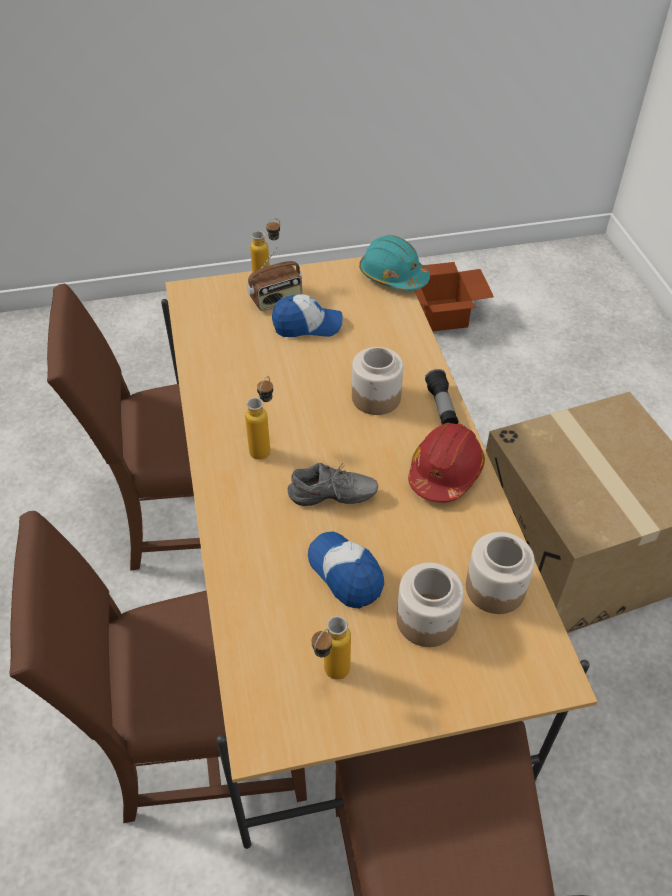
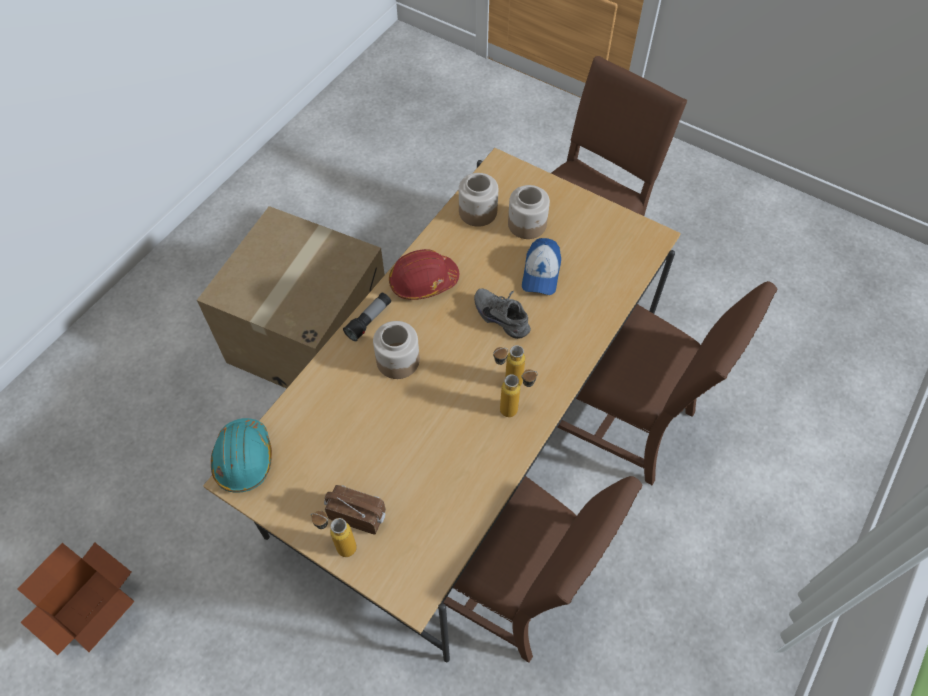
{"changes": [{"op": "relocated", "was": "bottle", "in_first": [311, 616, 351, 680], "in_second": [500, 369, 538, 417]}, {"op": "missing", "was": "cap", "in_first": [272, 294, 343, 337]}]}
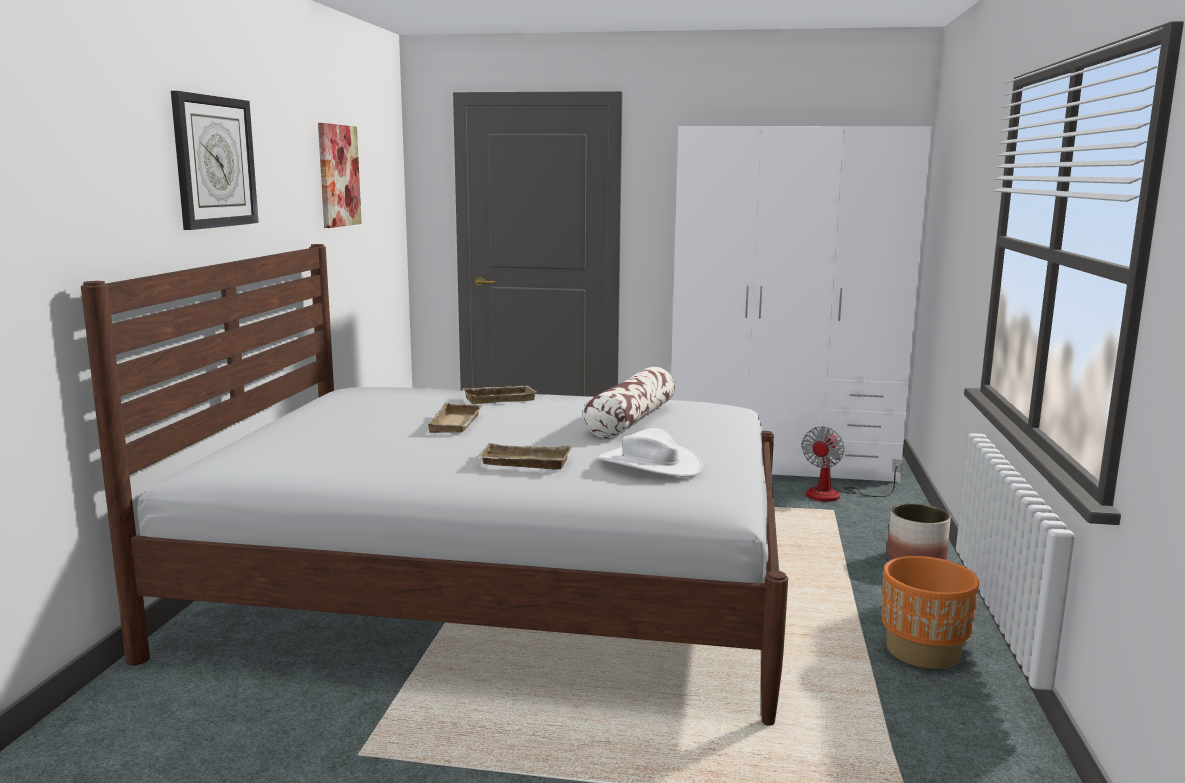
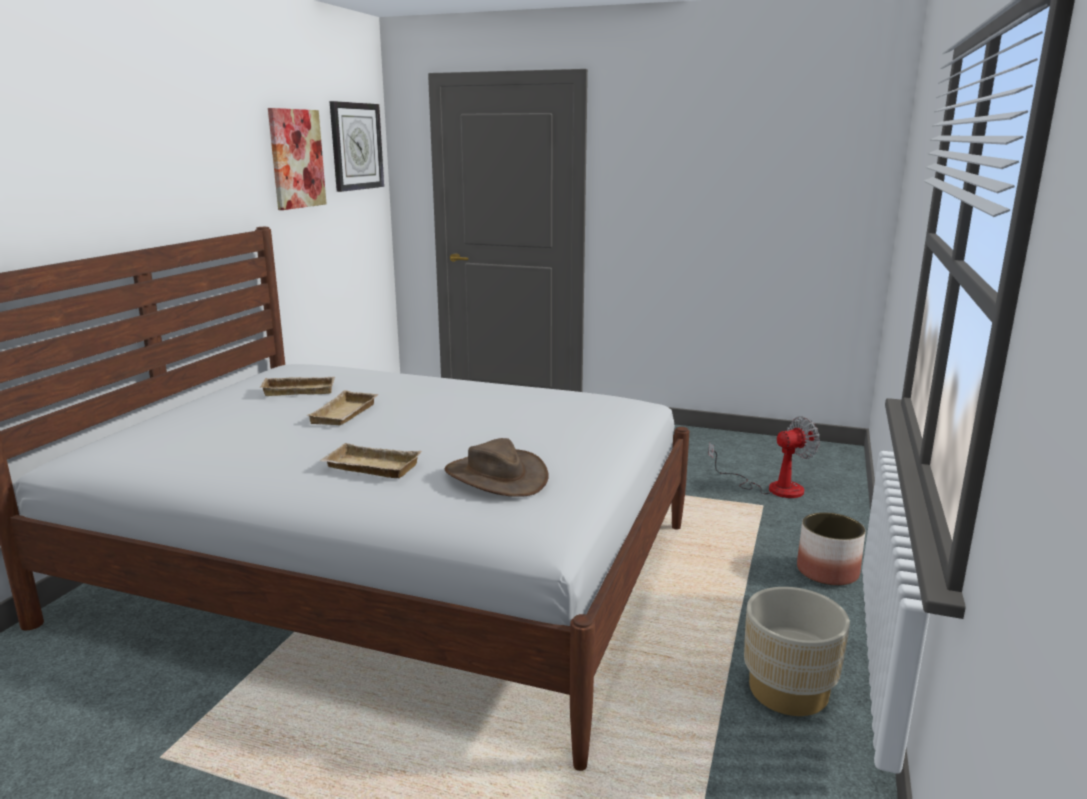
{"changes": [{"op": "relocated", "was": "sand-coloured serving tray", "in_first": [462, 386, 536, 404], "in_second": [260, 377, 335, 396]}, {"op": "relocated", "was": "wall clock", "in_first": [171, 91, 259, 230], "in_second": [330, 101, 384, 192]}, {"op": "colour", "was": "white clothing hat", "now": "brown clothing hat", "in_first": [599, 428, 703, 477], "in_second": [445, 438, 549, 497]}, {"op": "spun", "was": "cooling fan", "in_first": [801, 426, 902, 502], "in_second": [708, 416, 820, 498], "clockwise": -150}, {"op": "colour", "was": "orange plant pot", "now": "sand-coloured plant pot", "in_first": [881, 556, 979, 669], "in_second": [744, 587, 850, 716]}, {"op": "missing", "was": "cushion", "in_first": [583, 367, 675, 438]}, {"op": "missing", "was": "white armoire", "in_first": [671, 126, 932, 482]}]}
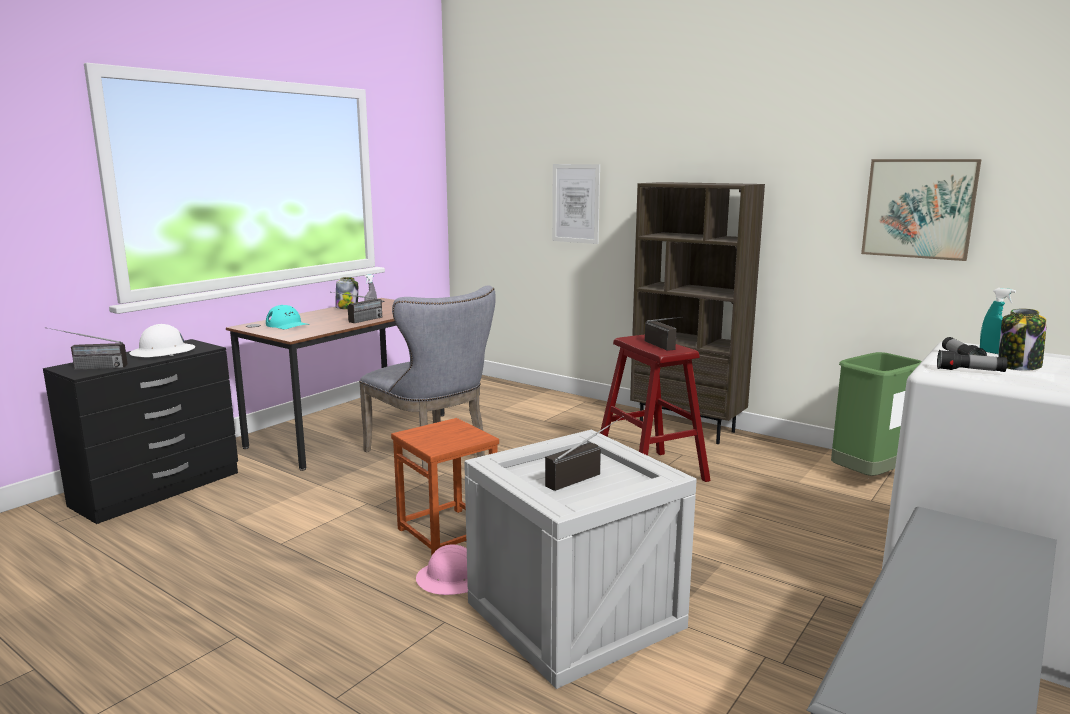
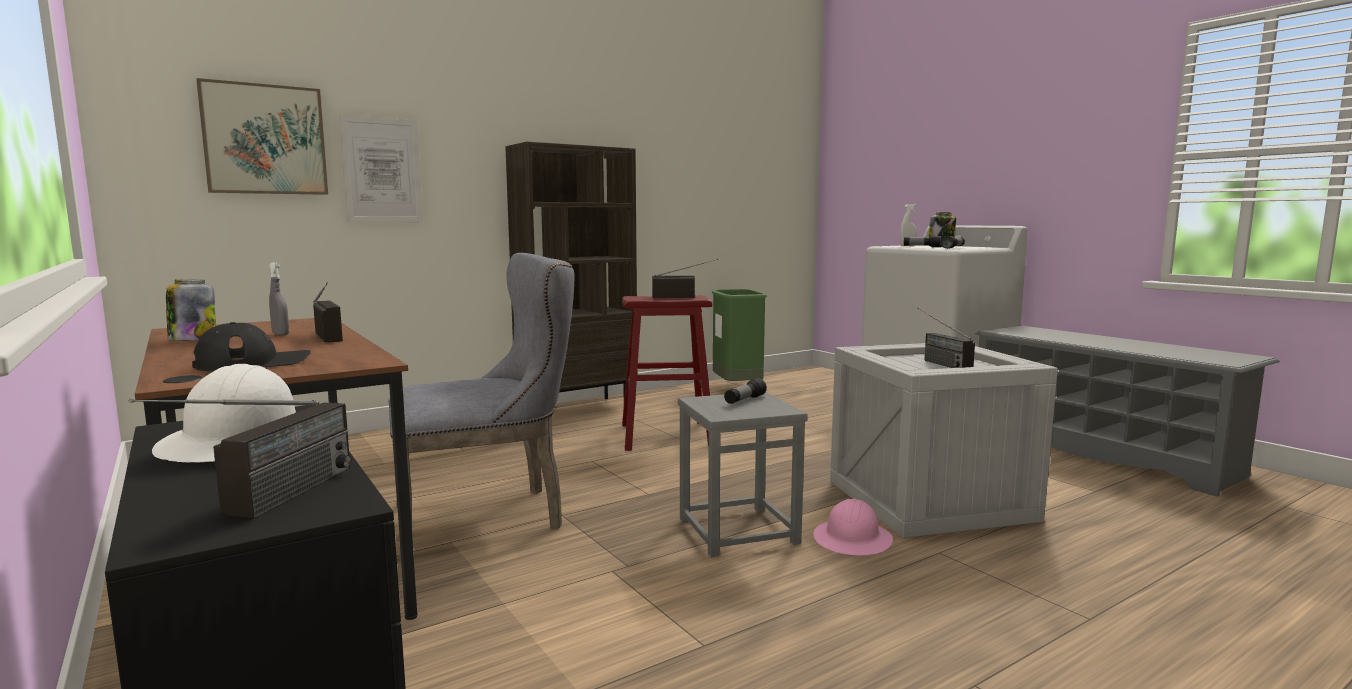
{"changes": [{"op": "colour", "was": "turquoise cap", "now": "blackish cap", "in_first": [266, 305, 310, 329], "in_second": [192, 322, 311, 371]}, {"op": "relocated", "was": "wall picture", "in_first": [861, 159, 981, 261], "in_second": [196, 78, 328, 195]}, {"op": "colour", "was": "brown sitting stool", "now": "grey sitting stool", "in_first": [391, 418, 499, 556], "in_second": [678, 392, 808, 557]}, {"op": "appeared", "now": "torch", "in_second": [724, 378, 767, 404]}, {"op": "colour", "was": "turquoise hand sprayer", "now": "white hand sprayer", "in_first": [980, 288, 1016, 354], "in_second": [900, 204, 917, 246]}]}
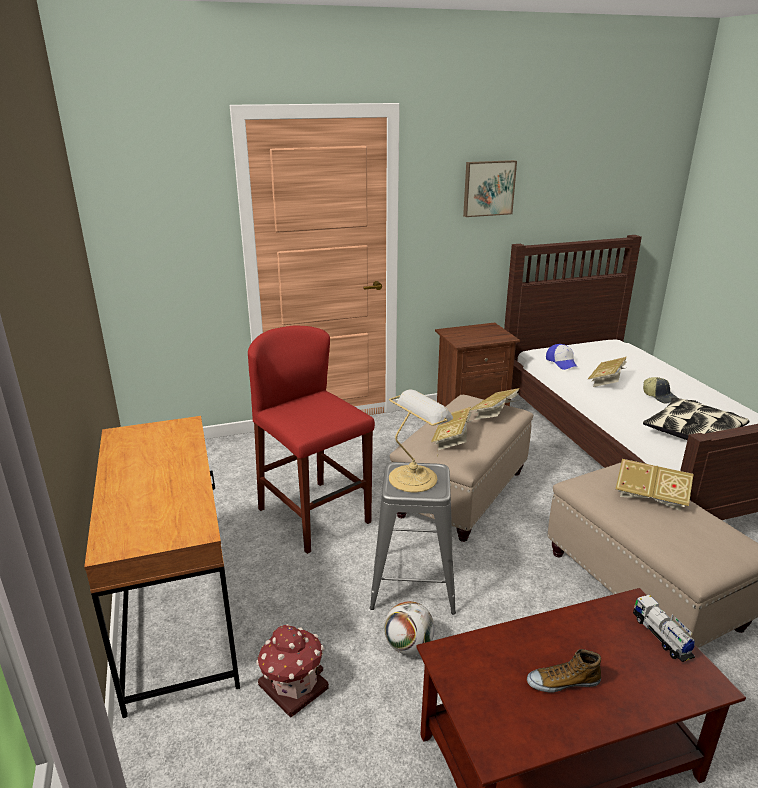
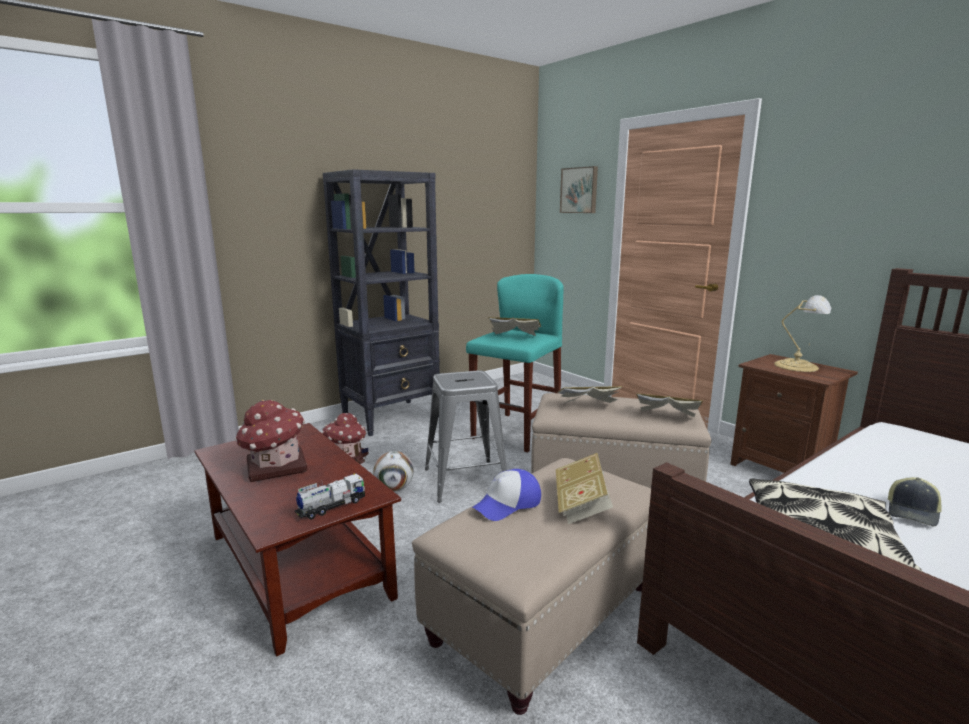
{"changes": [{"op": "exchanged", "was": "low shoe", "now": "toy house", "in_first": [527, 649, 601, 693], "in_second": [235, 400, 307, 482]}, {"op": "exchanged", "was": "brown desk unit", "now": "blackish bookcase", "in_first": [84, 416, 240, 718], "in_second": [323, 169, 440, 436]}, {"op": "colour", "was": "reddish sitting stool", "now": "turquoise sitting stool", "in_first": [248, 326, 375, 554], "in_second": [466, 274, 564, 453]}, {"op": "relocated", "was": "cap", "in_first": [546, 344, 578, 370], "in_second": [472, 469, 541, 521]}, {"op": "relocated", "was": "volume", "in_first": [588, 357, 627, 387], "in_second": [488, 317, 541, 336]}, {"op": "relocated", "was": "wall picture", "in_first": [463, 160, 517, 217], "in_second": [560, 166, 598, 213]}, {"op": "relocated", "was": "tabletop lamp", "in_first": [389, 389, 453, 492], "in_second": [774, 295, 831, 372]}]}
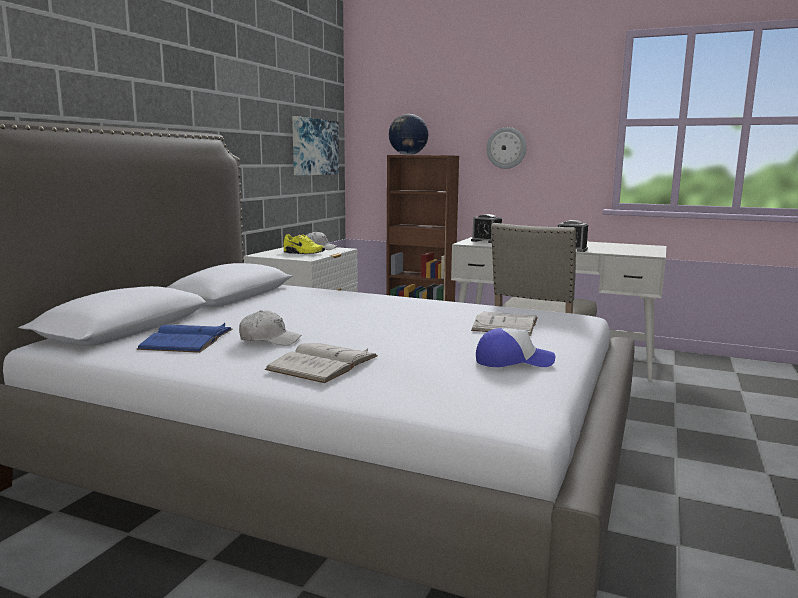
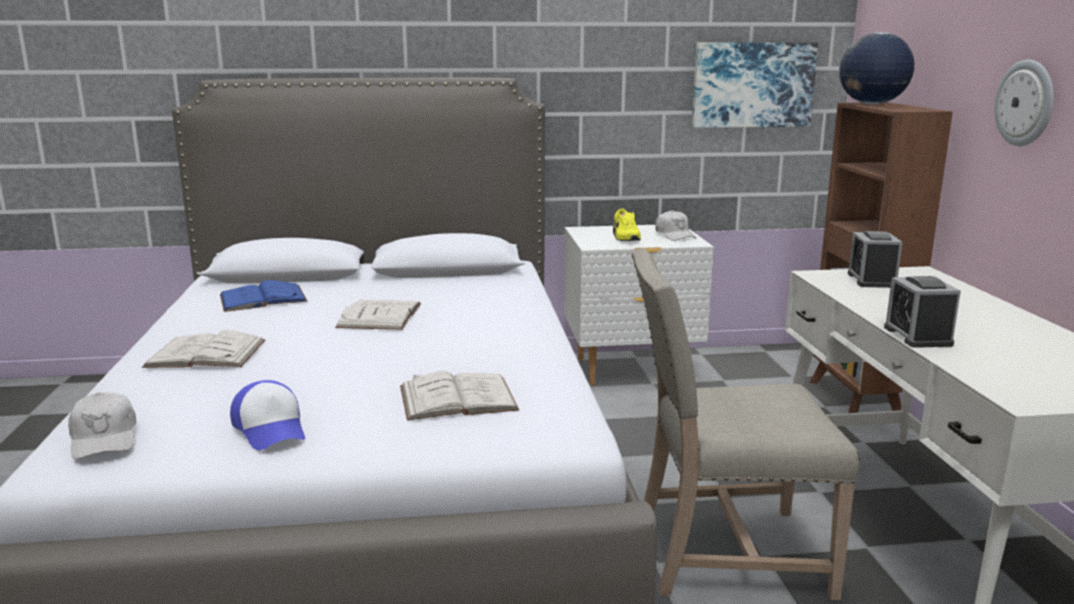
{"changes": [{"op": "relocated", "was": "white cap", "in_first": [239, 310, 301, 346], "in_second": [68, 392, 136, 459]}, {"op": "appeared", "now": "white volume", "in_second": [335, 300, 421, 330]}]}
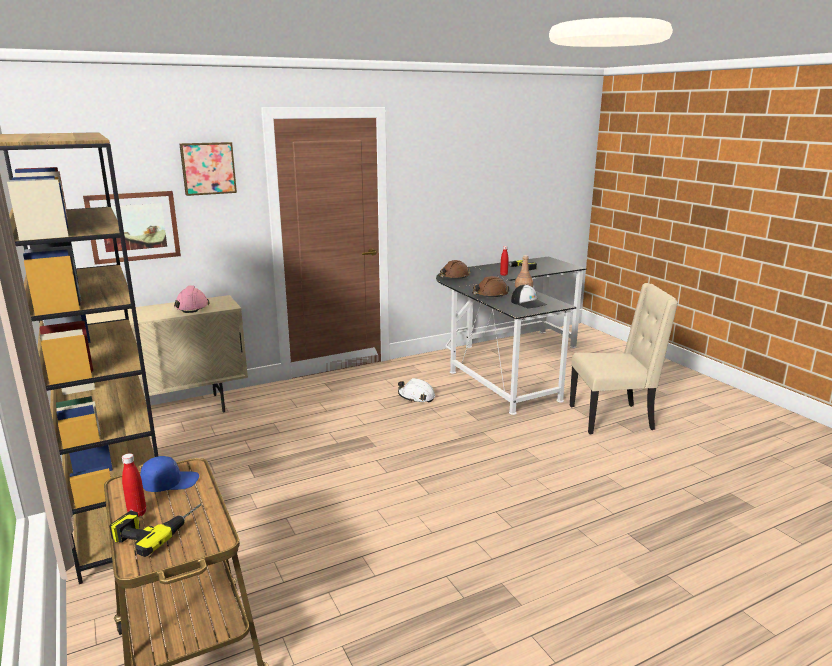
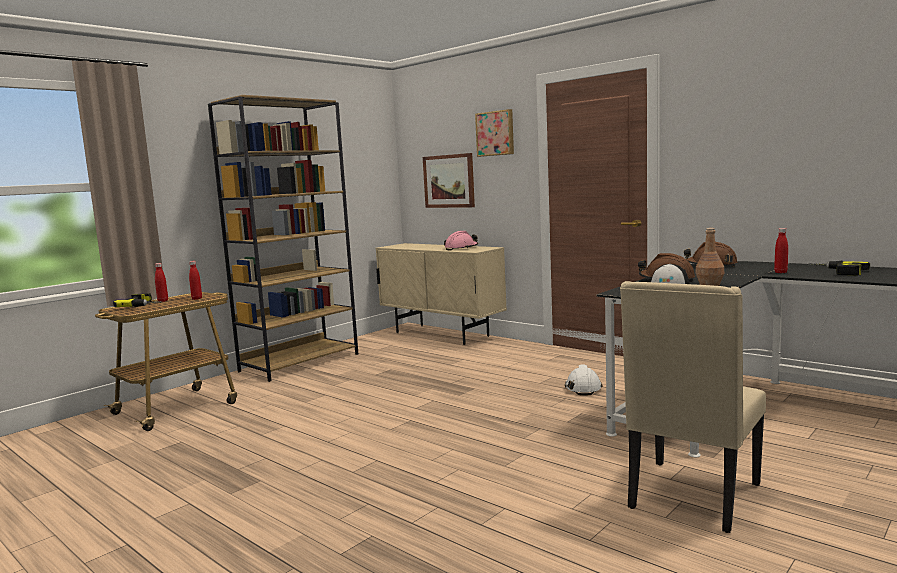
{"changes": [{"op": "exchanged", "was": "blue-coloured cap", "now": "reddish bottle", "in_first": [140, 456, 199, 492], "in_second": [189, 261, 202, 300]}, {"op": "spun", "was": "sand-coloured plain chair", "in_first": [570, 283, 678, 434], "in_second": [620, 281, 766, 533], "clockwise": 60}]}
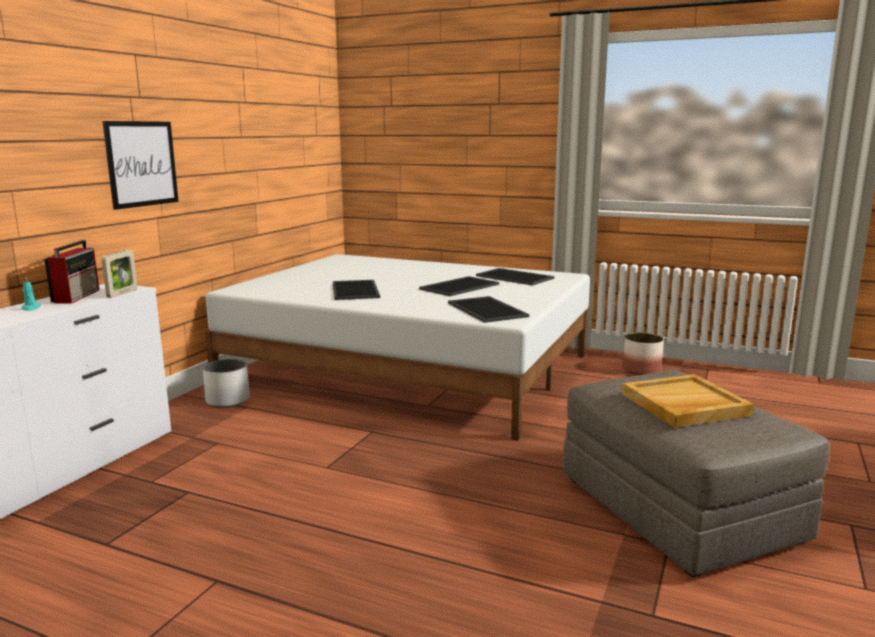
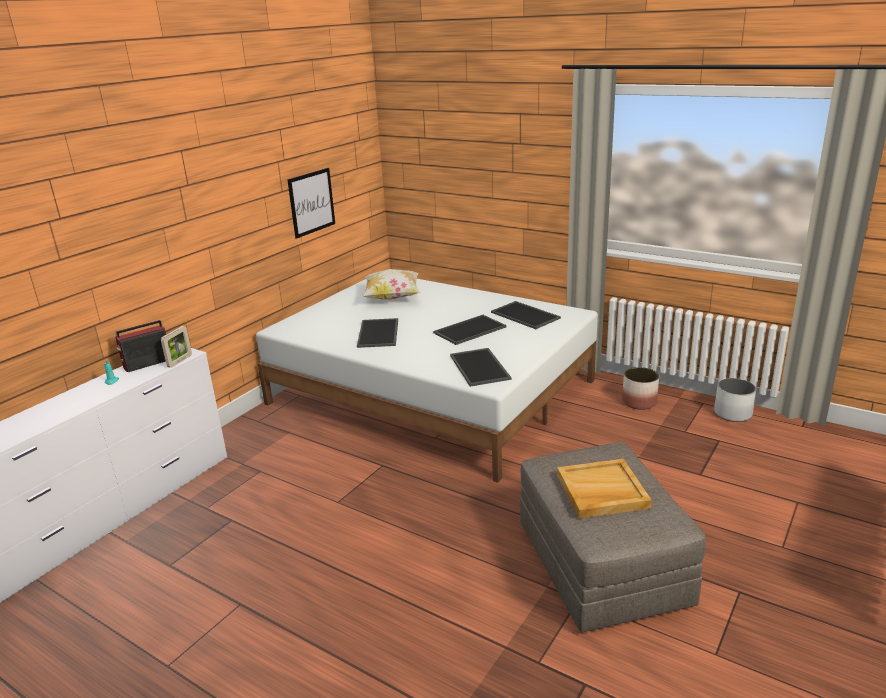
{"changes": [{"op": "spun", "was": "radio set", "in_first": [44, 240, 99, 304], "in_second": [115, 320, 166, 372], "clockwise": -135}, {"op": "relocated", "was": "wall picture", "in_first": [102, 121, 179, 210], "in_second": [287, 168, 335, 239]}, {"op": "appeared", "now": "cushion", "in_second": [362, 269, 420, 300]}, {"op": "relocated", "was": "white plant pot", "in_first": [203, 359, 250, 408], "in_second": [714, 378, 756, 422]}]}
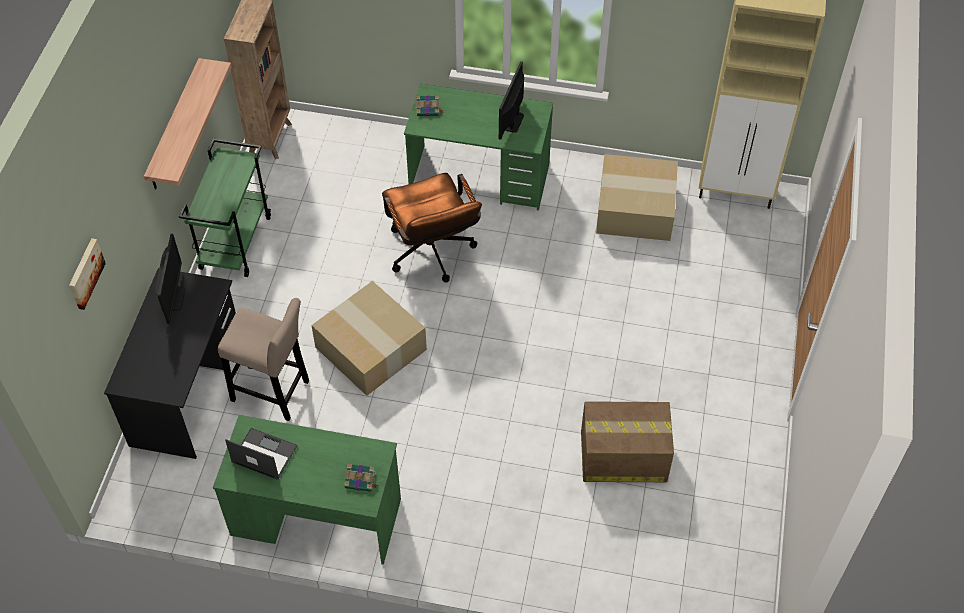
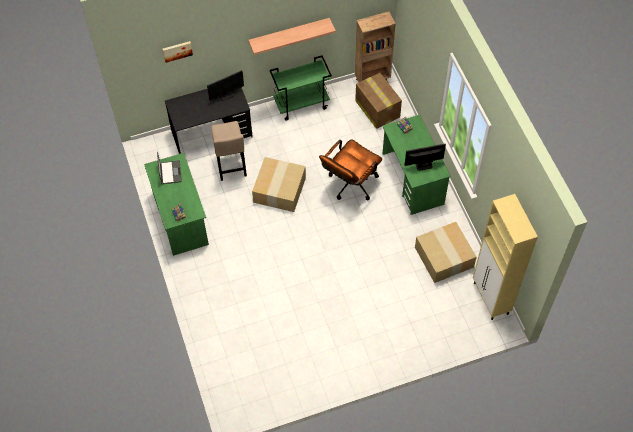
{"changes": [{"op": "relocated", "was": "cardboard box", "in_first": [581, 401, 674, 482], "in_second": [355, 73, 402, 129]}]}
